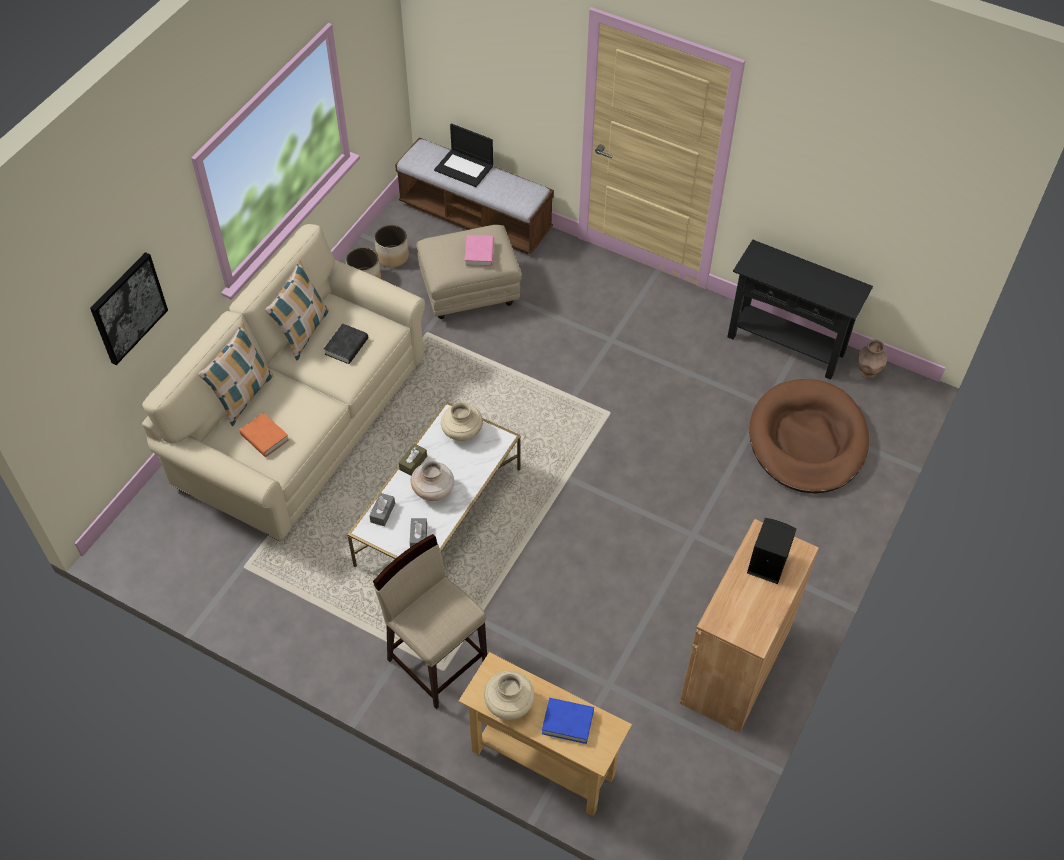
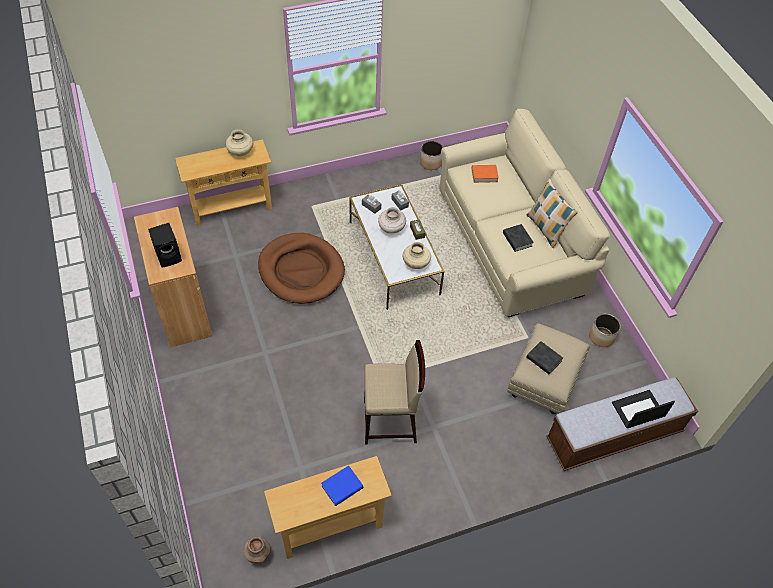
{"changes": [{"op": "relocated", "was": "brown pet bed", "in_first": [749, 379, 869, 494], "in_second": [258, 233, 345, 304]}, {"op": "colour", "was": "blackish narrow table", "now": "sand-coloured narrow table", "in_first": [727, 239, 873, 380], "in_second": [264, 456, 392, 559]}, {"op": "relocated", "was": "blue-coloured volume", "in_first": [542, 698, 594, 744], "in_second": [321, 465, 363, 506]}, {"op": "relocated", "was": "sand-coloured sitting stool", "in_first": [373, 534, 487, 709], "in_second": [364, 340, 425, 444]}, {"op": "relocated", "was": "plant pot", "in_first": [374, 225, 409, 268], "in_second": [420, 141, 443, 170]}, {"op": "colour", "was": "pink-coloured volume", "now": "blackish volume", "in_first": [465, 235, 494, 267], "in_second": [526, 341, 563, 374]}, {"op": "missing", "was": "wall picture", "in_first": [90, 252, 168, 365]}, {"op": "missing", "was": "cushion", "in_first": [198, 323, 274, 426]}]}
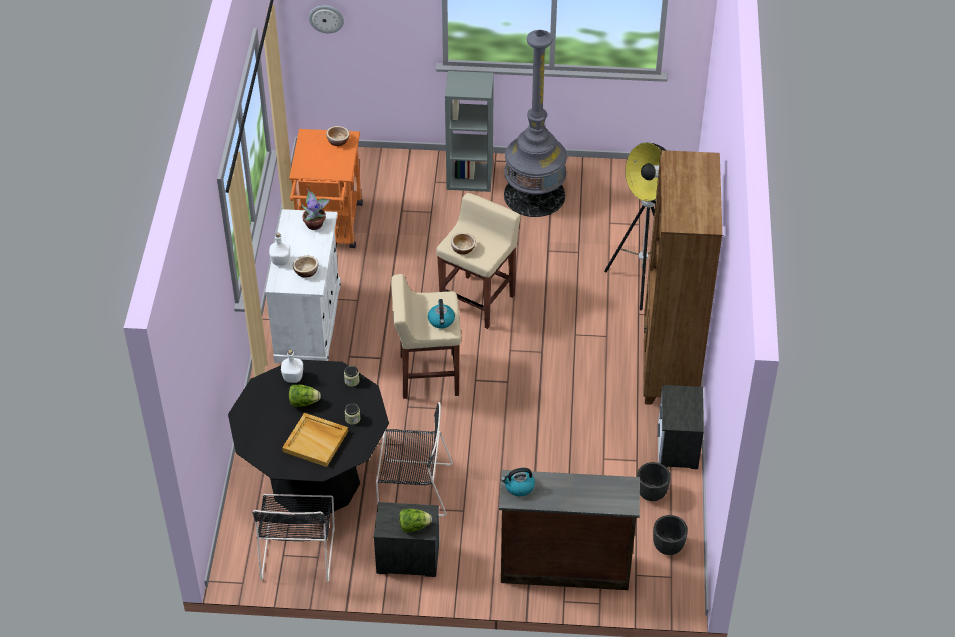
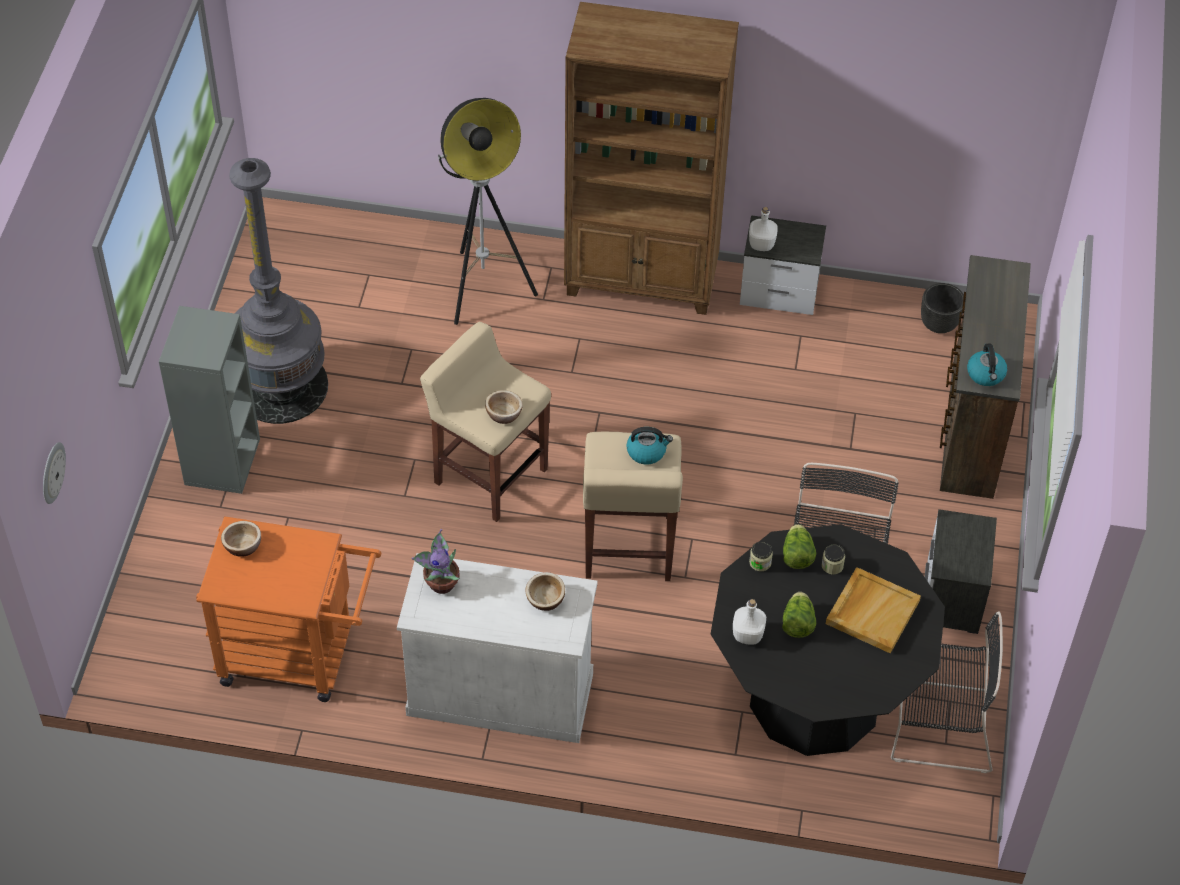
{"changes": [{"op": "relocated", "was": "white bottle", "in_first": [269, 233, 290, 266], "in_second": [749, 207, 778, 251]}, {"op": "relocated", "was": "lettuce head", "in_first": [399, 509, 432, 532], "in_second": [783, 524, 817, 569]}, {"op": "missing", "was": "blackish plant pot", "in_first": [637, 462, 670, 501]}]}
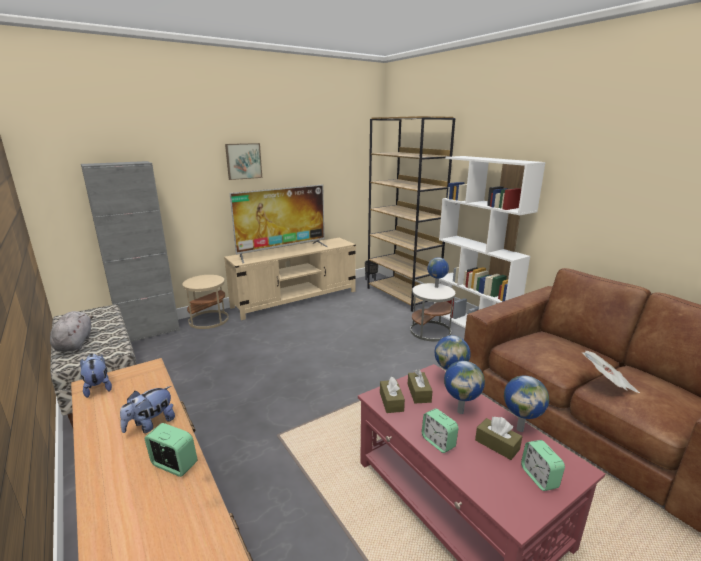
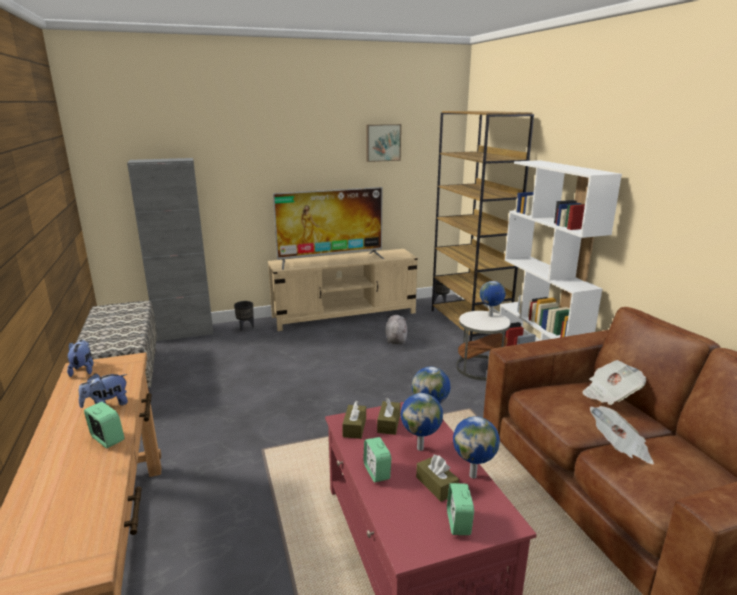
{"changes": [{"op": "exchanged", "was": "sand-coloured end table", "now": "blackish plant pot", "in_first": [182, 275, 229, 329], "in_second": [234, 301, 254, 331]}, {"op": "relocated", "was": "wall picture", "in_first": [225, 143, 262, 180], "in_second": [366, 124, 401, 162]}, {"op": "relocated", "was": "grey cuddly toy", "in_first": [50, 311, 94, 352], "in_second": [386, 315, 407, 344]}, {"op": "appeared", "now": "printed paper", "in_second": [582, 360, 646, 405]}]}
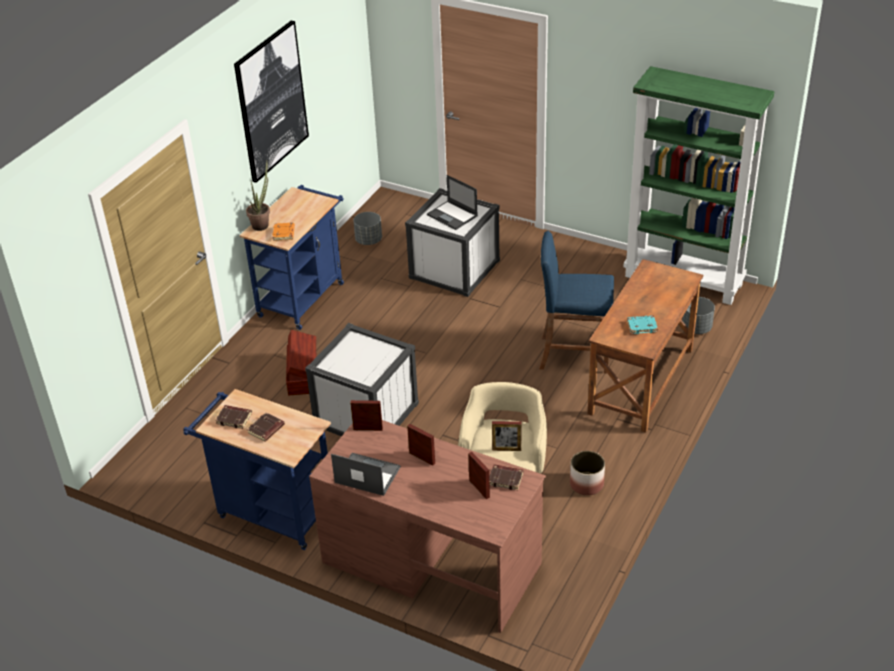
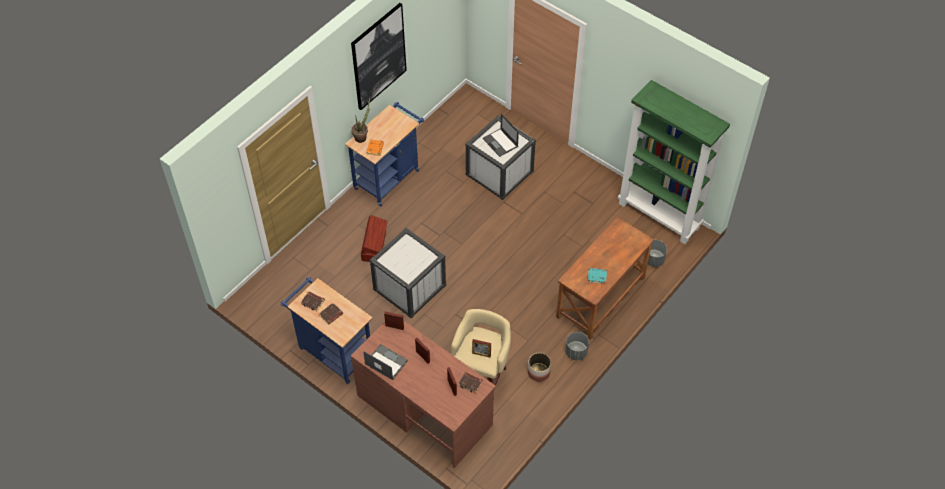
{"changes": [{"op": "relocated", "was": "grey plant pot", "in_first": [353, 212, 382, 245], "in_second": [565, 332, 589, 360]}, {"op": "missing", "was": "blue-coloured sitting stool", "in_first": [539, 231, 614, 373]}]}
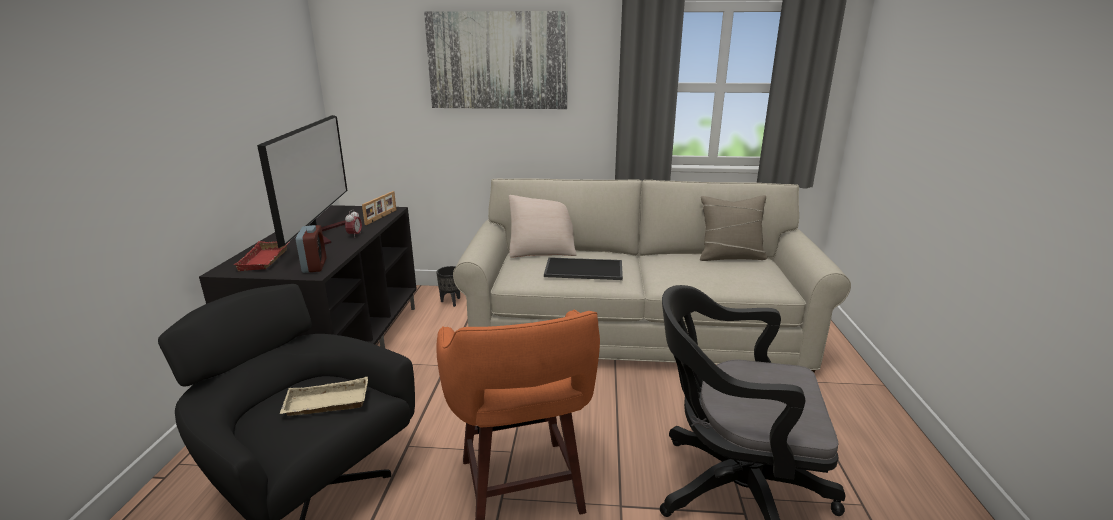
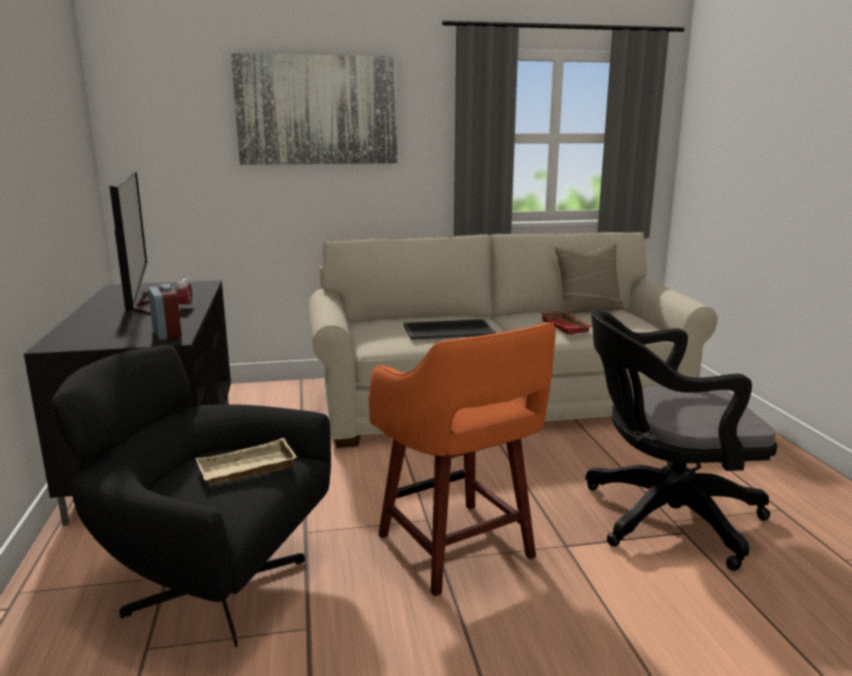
{"changes": [{"op": "relocated", "was": "reddish serving tray", "in_first": [233, 241, 289, 271], "in_second": [540, 311, 592, 335]}, {"op": "missing", "was": "picture frame", "in_first": [362, 191, 396, 225]}, {"op": "missing", "was": "blackish plant pot", "in_first": [436, 266, 460, 307]}, {"op": "missing", "was": "sand-coloured cushion", "in_first": [509, 195, 577, 258]}]}
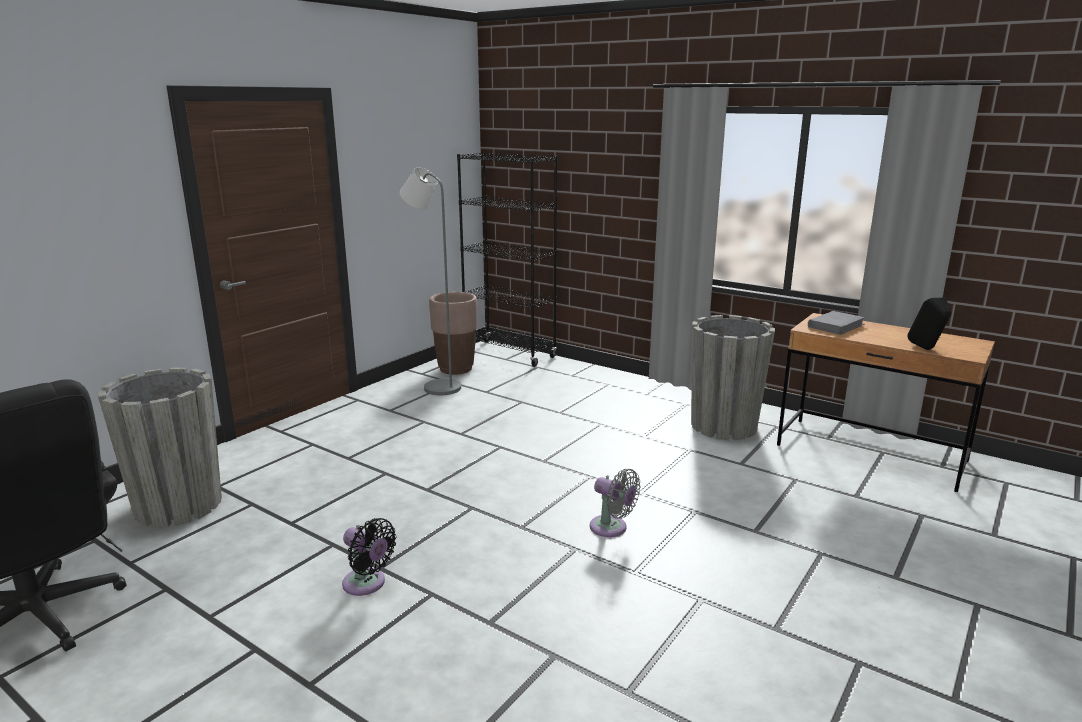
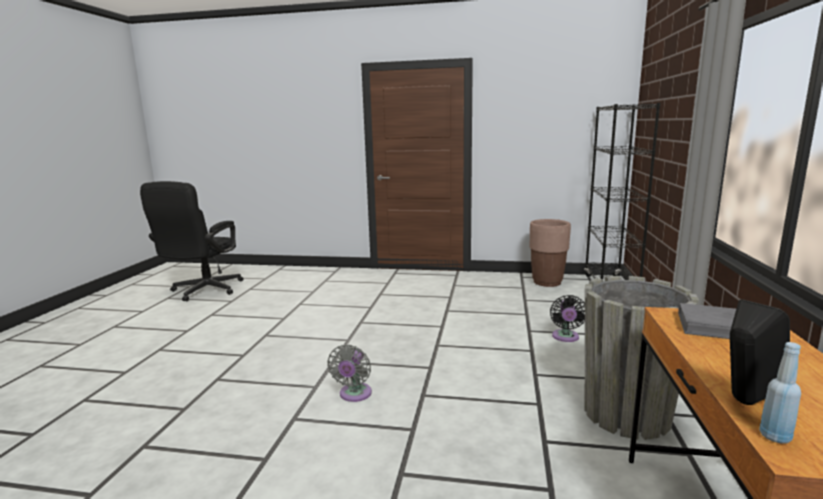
{"changes": [{"op": "relocated", "was": "blackish cooling fan", "in_first": [342, 518, 397, 596], "in_second": [550, 295, 585, 342]}, {"op": "appeared", "now": "blue-coloured bottle", "in_second": [759, 342, 801, 444]}, {"op": "missing", "was": "grey plant pot", "in_first": [98, 368, 222, 527]}, {"op": "missing", "was": "grey floor lamp", "in_first": [400, 167, 461, 395]}]}
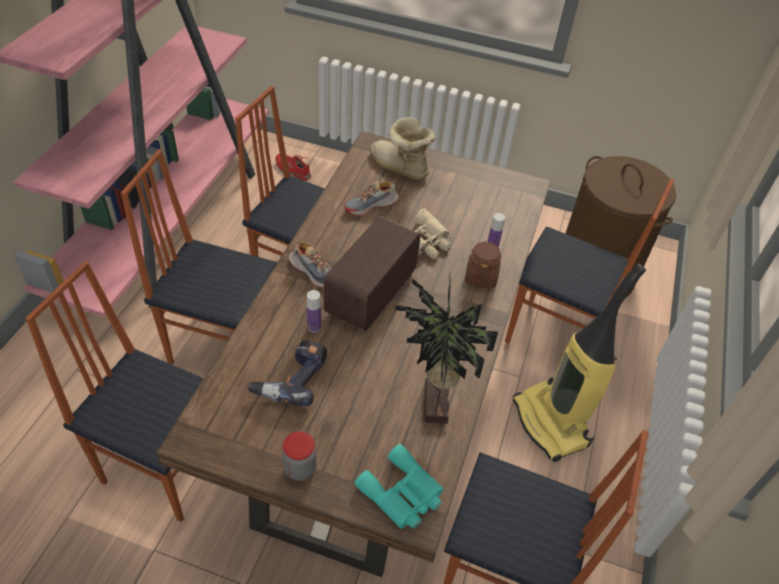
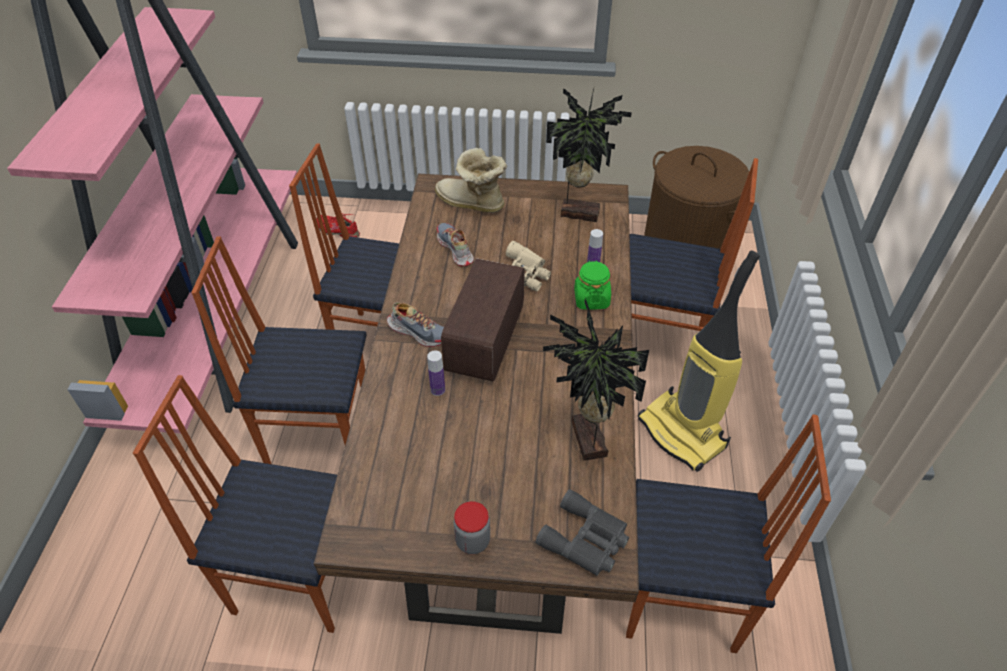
{"changes": [{"op": "spun", "was": "low shoe", "in_first": [344, 180, 399, 216], "in_second": [437, 223, 474, 266], "clockwise": 105}, {"op": "colour", "was": "turquoise binoculars", "now": "grey binoculars", "in_first": [354, 444, 444, 529], "in_second": [535, 489, 629, 576]}, {"op": "appeared", "now": "houseplant", "in_second": [546, 88, 632, 222]}, {"op": "colour", "was": "brown preserve jar", "now": "green preserve jar", "in_first": [465, 241, 501, 289], "in_second": [574, 260, 611, 310]}, {"op": "missing", "was": "electric drill", "in_first": [247, 340, 327, 406]}]}
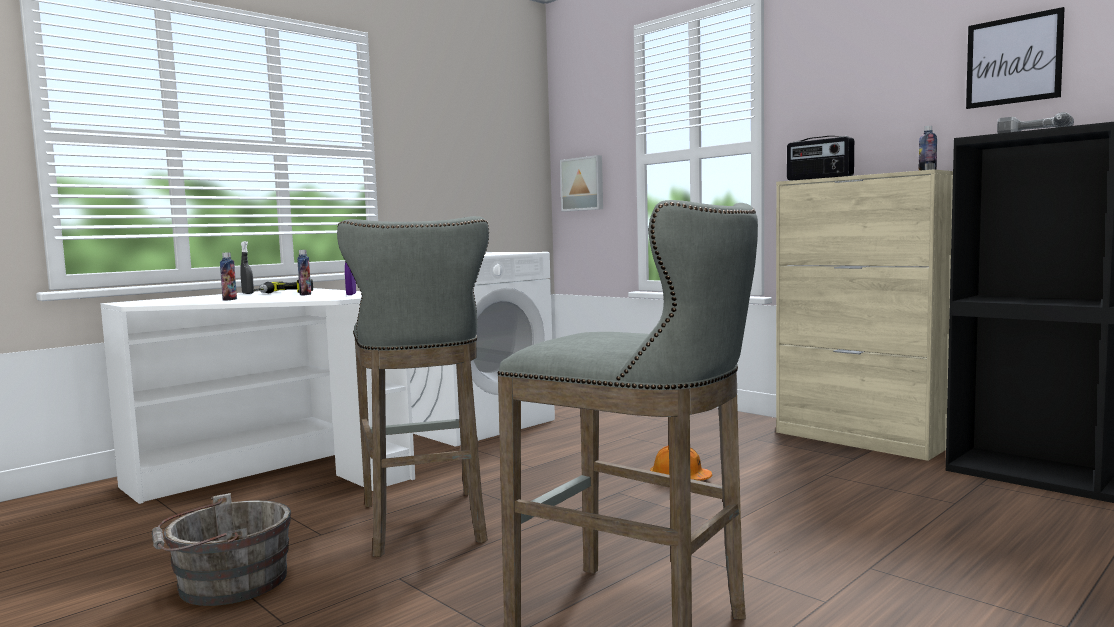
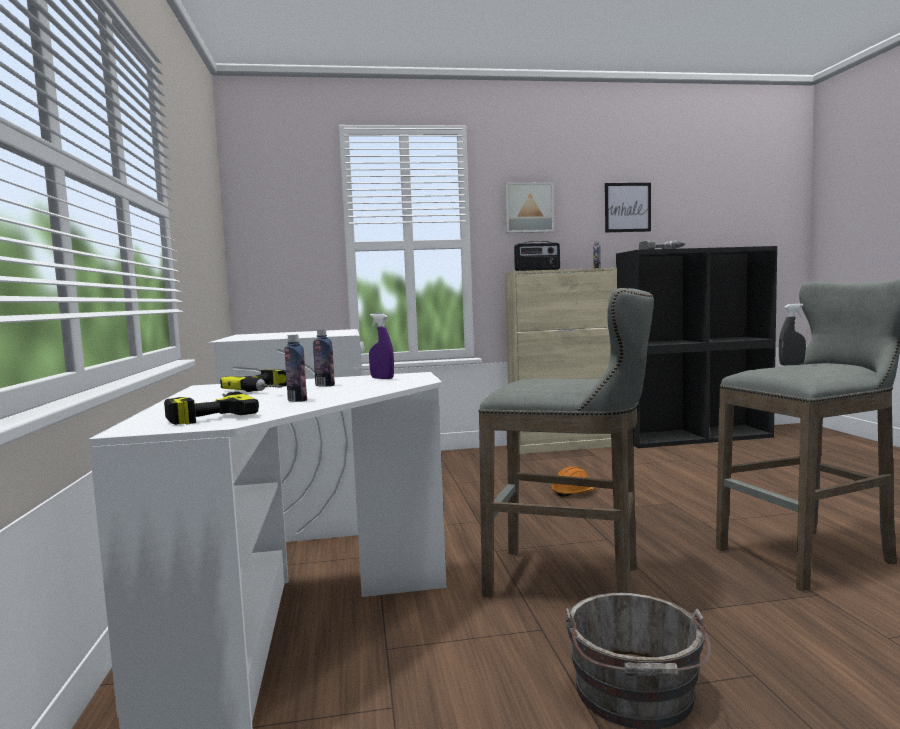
{"changes": [{"op": "appeared", "now": "electric drill", "in_second": [164, 392, 259, 425]}, {"op": "relocated", "was": "wall picture", "in_first": [560, 155, 603, 211], "in_second": [504, 182, 554, 233]}, {"op": "relocated", "was": "grey hand sprayer", "in_first": [240, 241, 254, 294], "in_second": [779, 303, 806, 365]}]}
